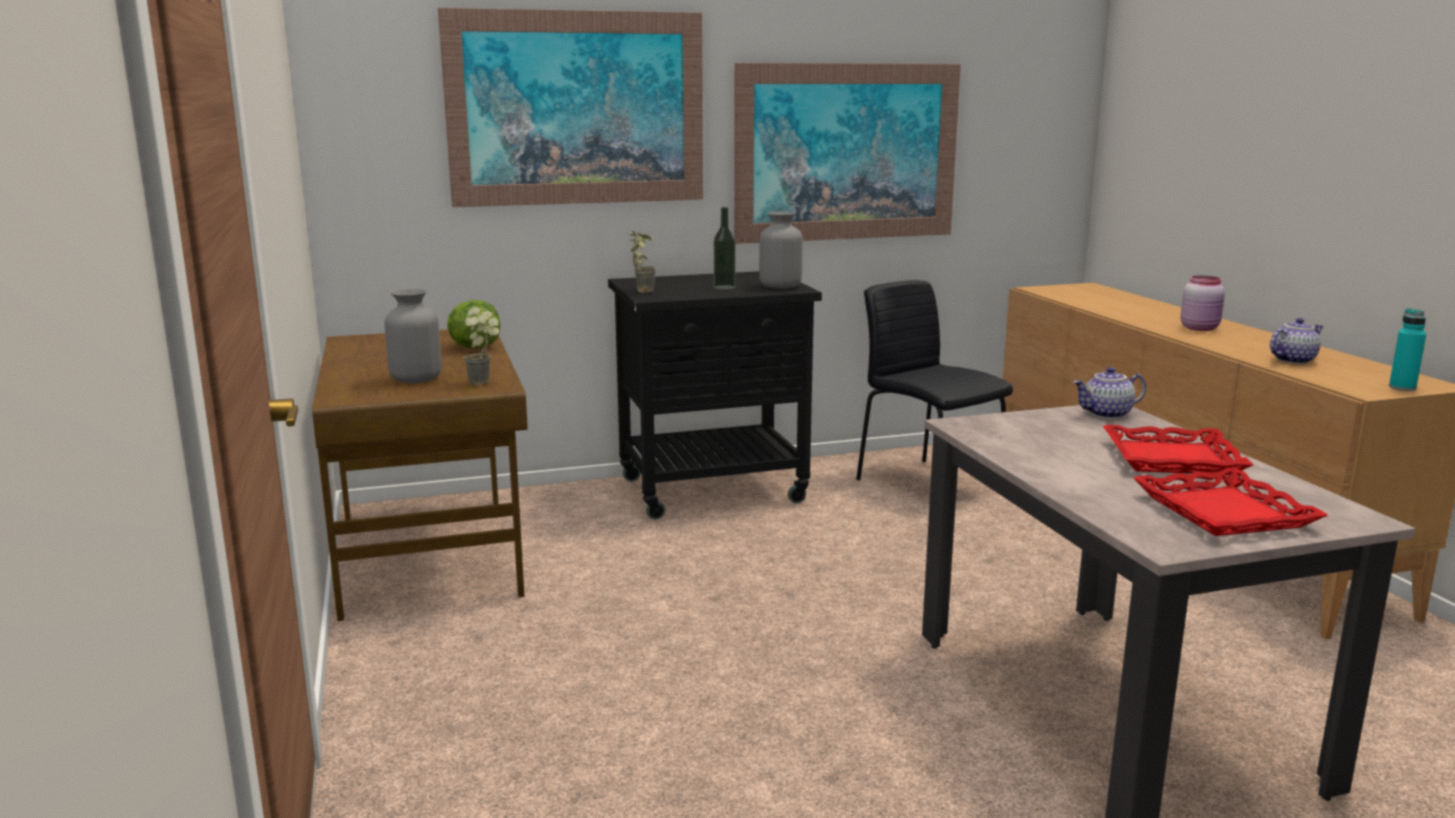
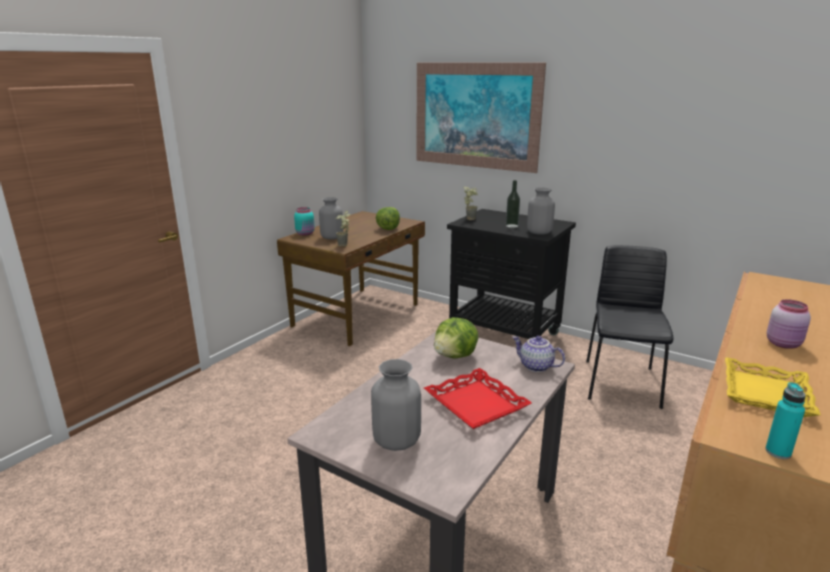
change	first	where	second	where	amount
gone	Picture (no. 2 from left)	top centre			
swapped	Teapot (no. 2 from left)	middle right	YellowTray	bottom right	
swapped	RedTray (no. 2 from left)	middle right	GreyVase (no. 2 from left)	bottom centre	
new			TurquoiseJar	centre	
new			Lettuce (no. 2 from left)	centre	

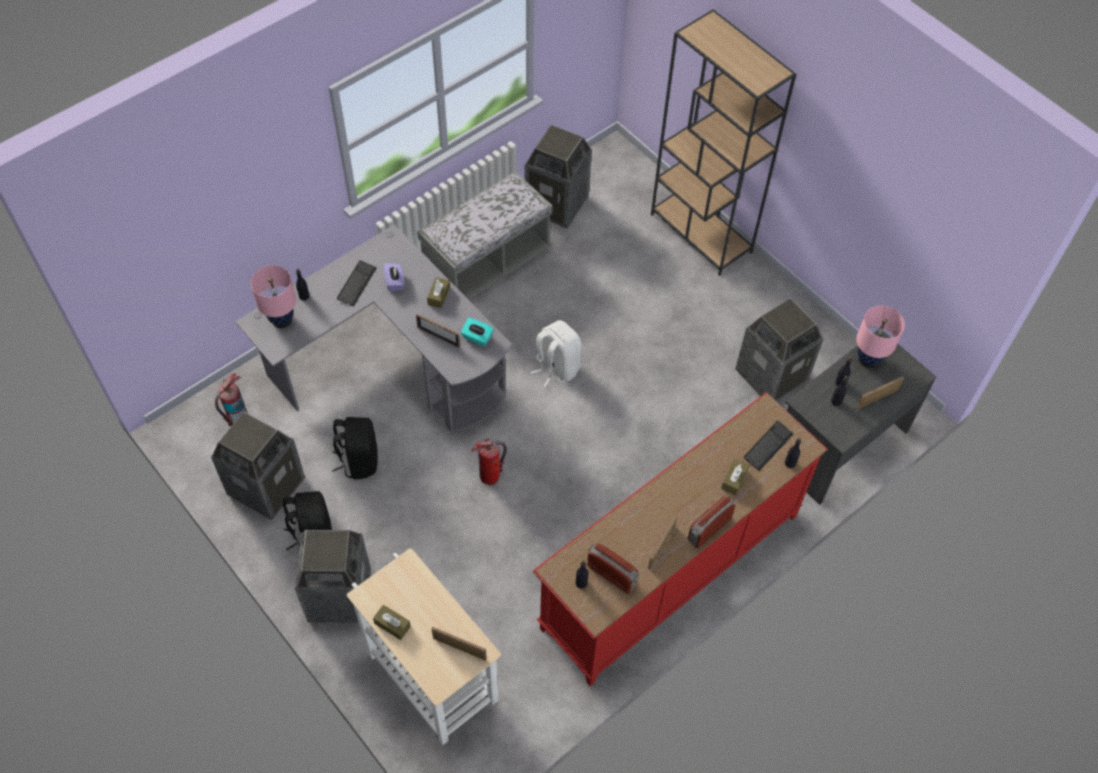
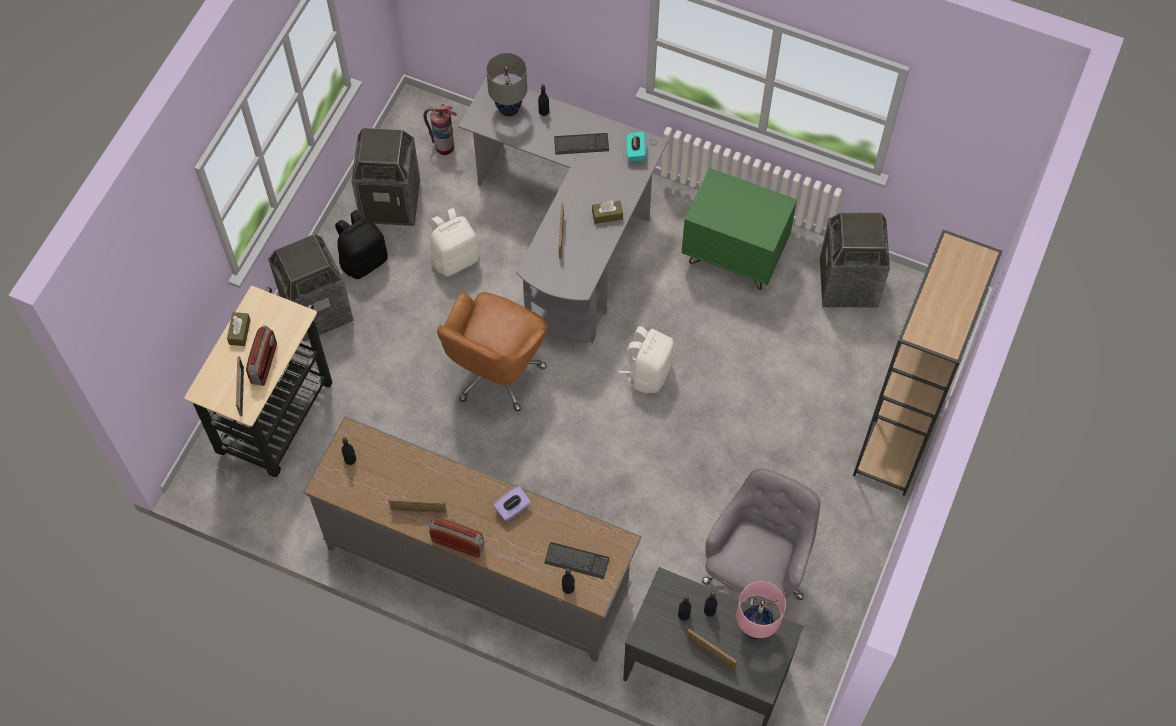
change	first	where	second	where	amount
swapped	GreyBench	top centre	GreenNightstand	top centre	
shifted	PurpleTissueBox	centre		bottom centre	
repainted	PinkTableLamp (no. 1 from left)	middle left	GreyTableLamp	top centre	
swapped	TrashCan (no. 4 from left)	middle right	GreyOfficeChair	bottom centre	
shifted	TurquoiseTissueBox	centre		top centre	
repainted	RedCabinet	bottom centre	GreyCabinet	bottom centre	
repainted	BlackBackpack (no. 2 from left)	middle left	WhiteBackpack (no. 1 from left)	centre	
swapped	FireExtinguisher (no. 2 from left)	centre	BrownOfficeChair	centre	
gone	BrownTissueBox (no. 3 from left)	middle right			
shifted	Radio (no. 1 from left)	bottom centre		middle left	
repainted	WhiteCart	bottom centre	BlackCart	middle left	

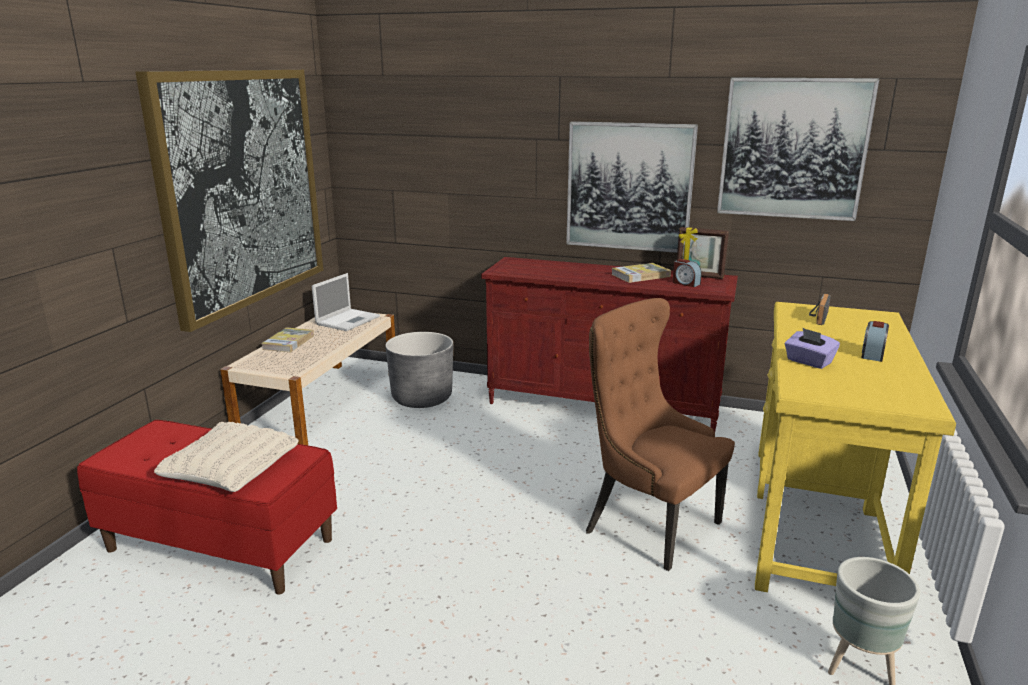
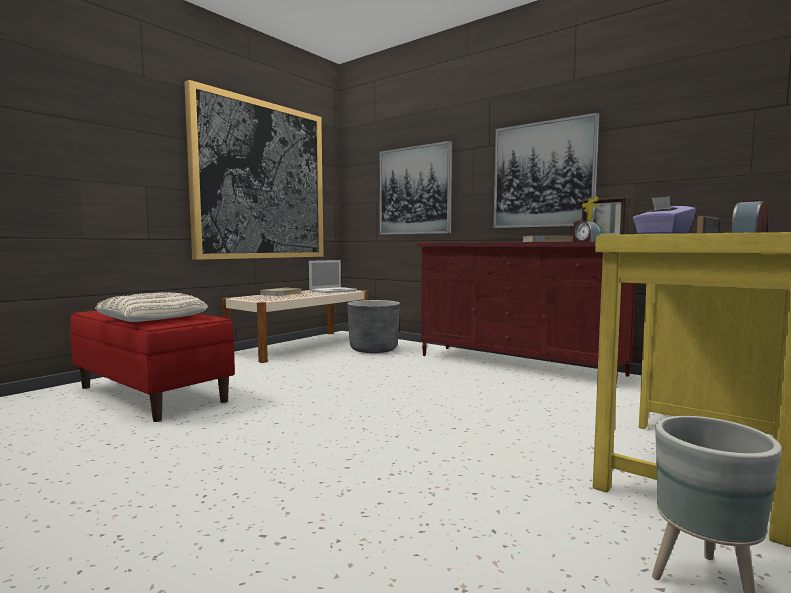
change	first	where	second	where	amount
shifted	Picture (no. 3 from left in the first image)	top right	Picture (no. 2 from left)	top centre	
gone	BrownChair	centre			

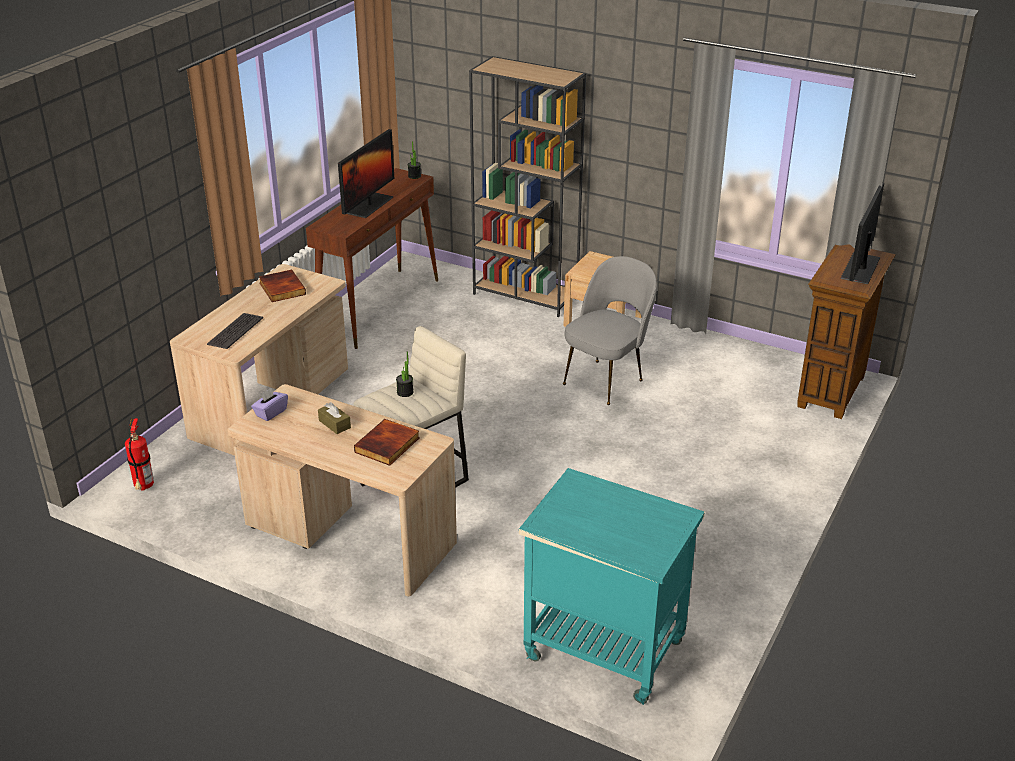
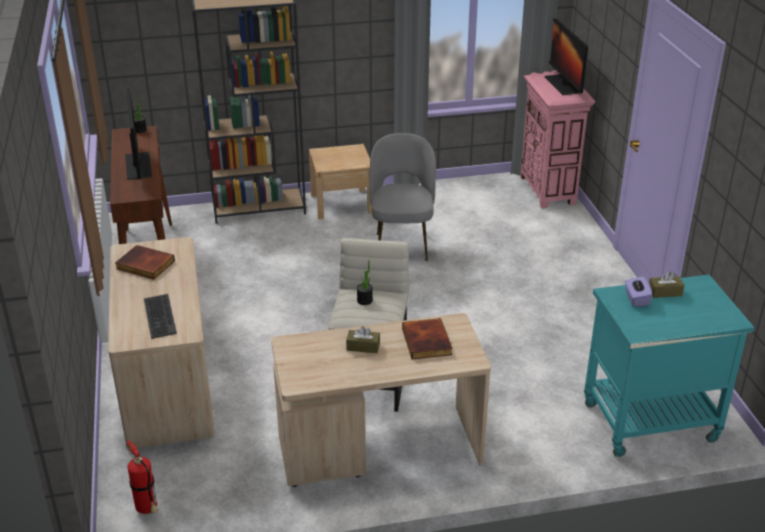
change	first	where	second	where	amount
repainted	BrownCabinet	middle right	PinkCabinet	top right	
shifted	PurpleTissueBox	middle left		middle right	
new			BrownTissueBox (no. 2 from left)	middle right	

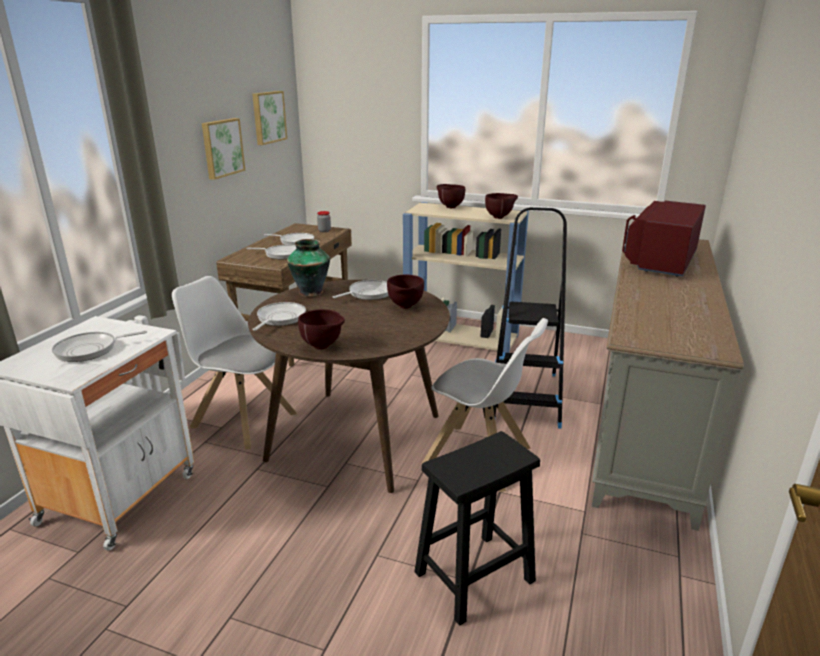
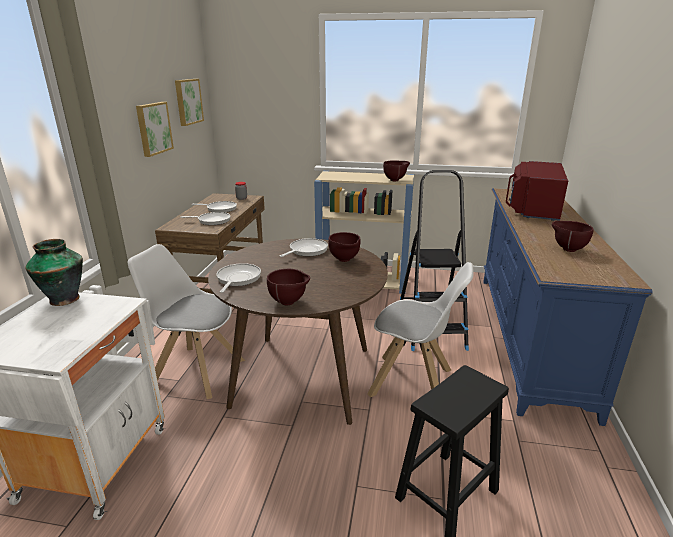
change	first	where	second	where	amount
shifted	BrownBowl (no. 3 from left in the first image)	top centre	BrownBowl (no. 4 from left)	middle right	
shifted	Vase	centre		middle left	
repainted	GreyCabinet	middle right	BlueCabinet	middle right	
gone	FryingPan (no. 1 from left)	middle left			

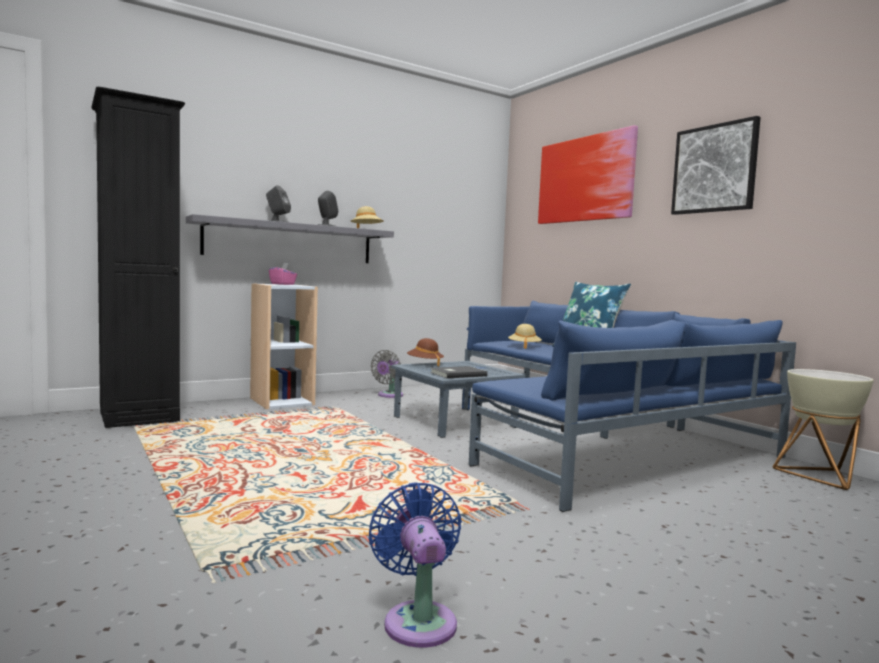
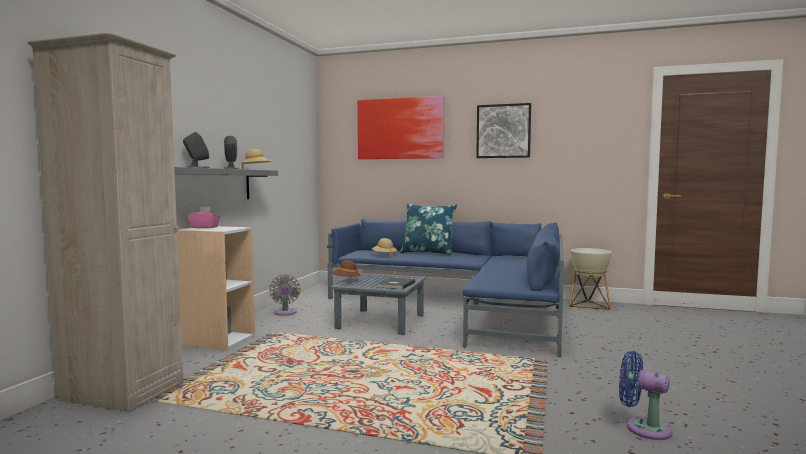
change	first	where	second	where	amount
repainted	BlackCabinet	middle left	BeigeCabinet	middle left	

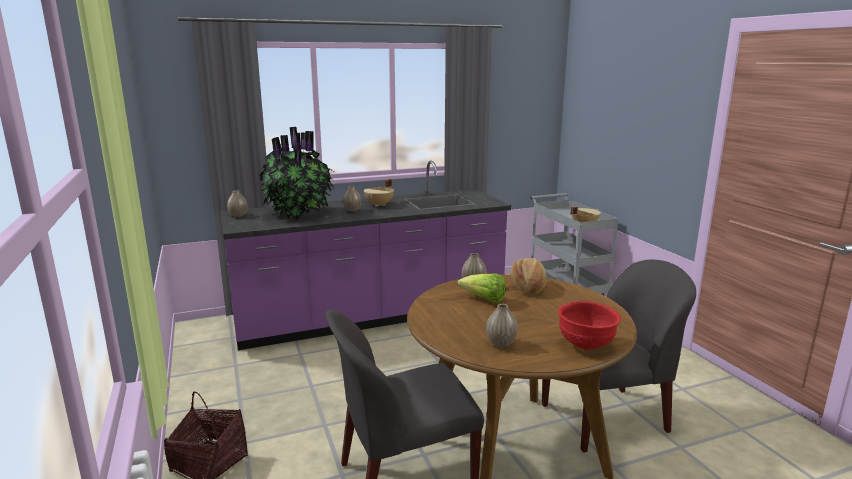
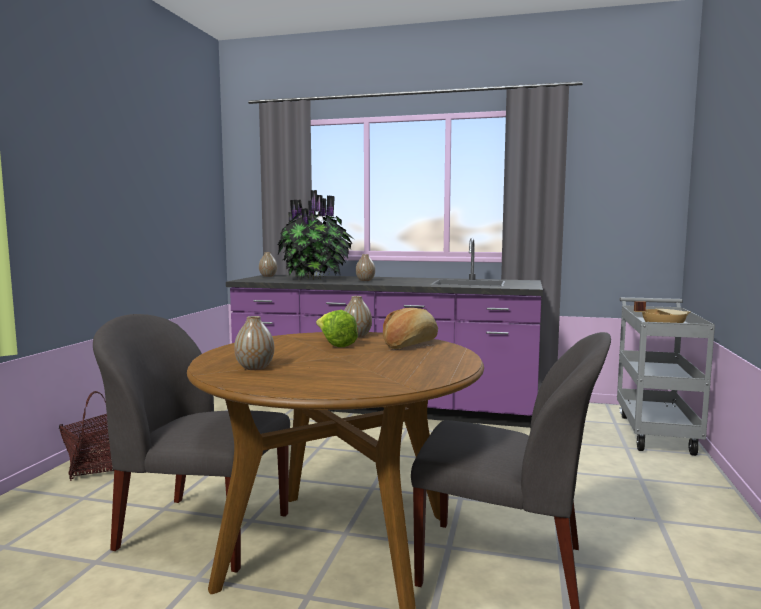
change	first	where	second	where	amount
gone	BeigeCookingPot (no. 1 from left)	centre			
gone	RedBowl	bottom right			

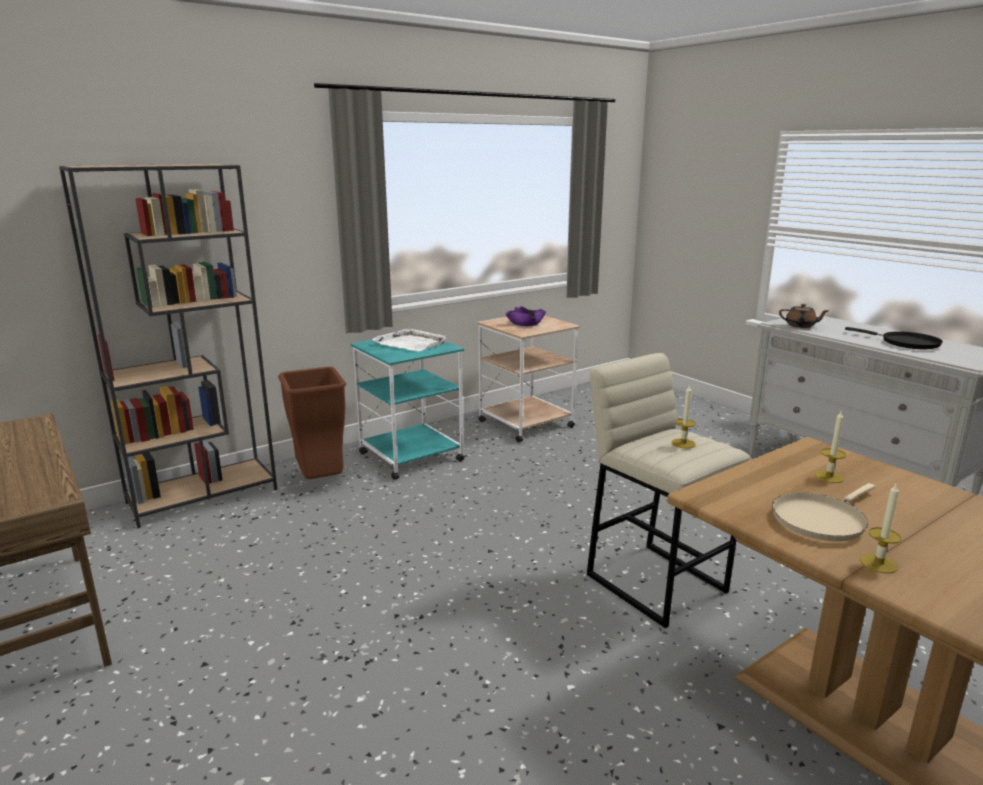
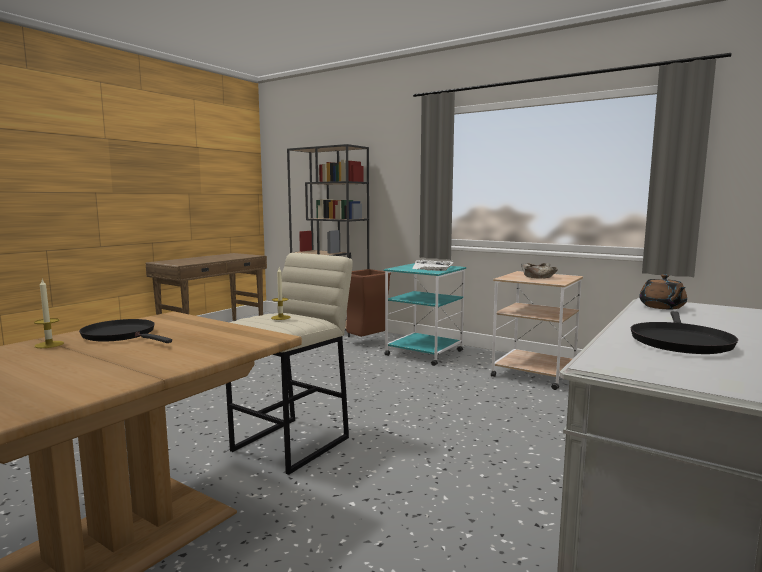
change	first	where	second	where	amount
repainted	PurpleBowl	centre	BeigeBowl	middle right	
gone	Candle (no. 2 from left)	middle right			
repainted	BeigeFryingPan	middle right	BlackFryingPan (no. 1 from left)	middle left	

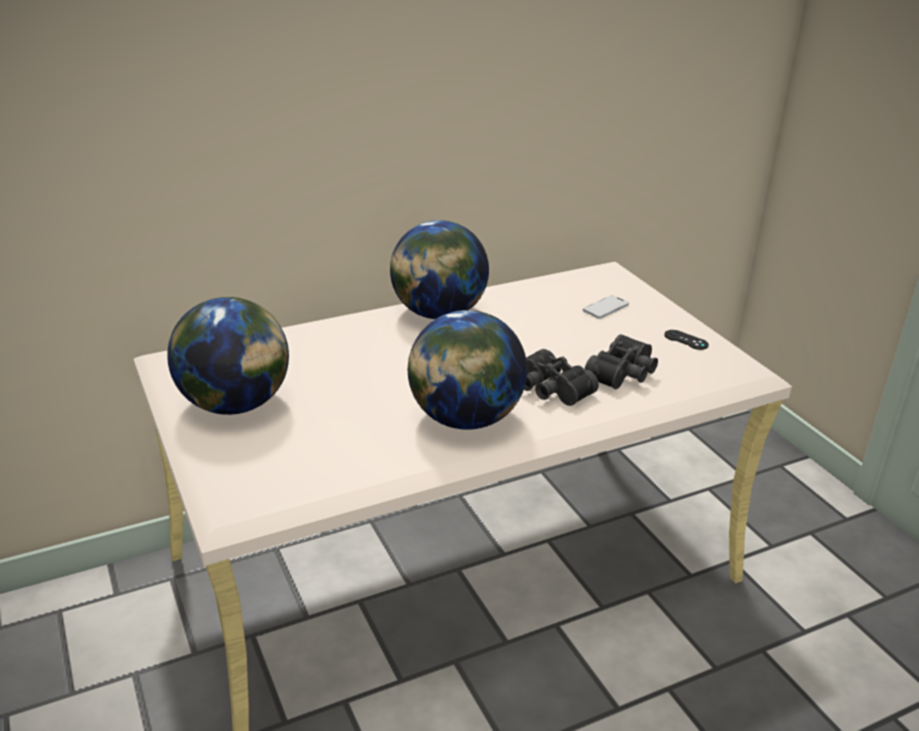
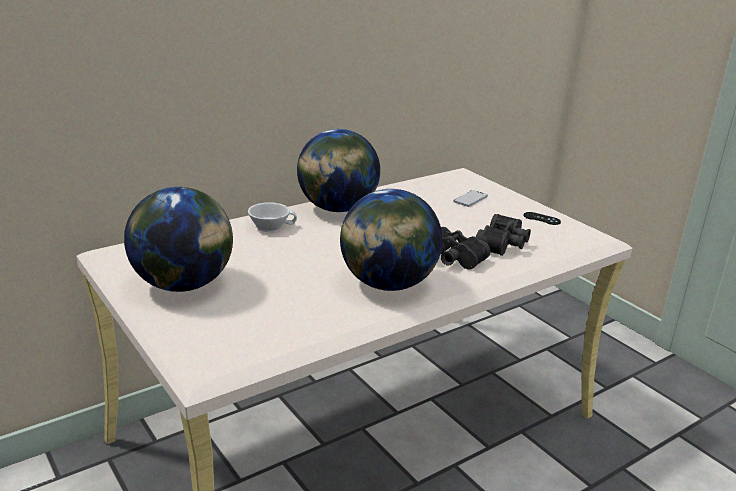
change	first	where	second	where	amount
new			WhiteCup	centre	

